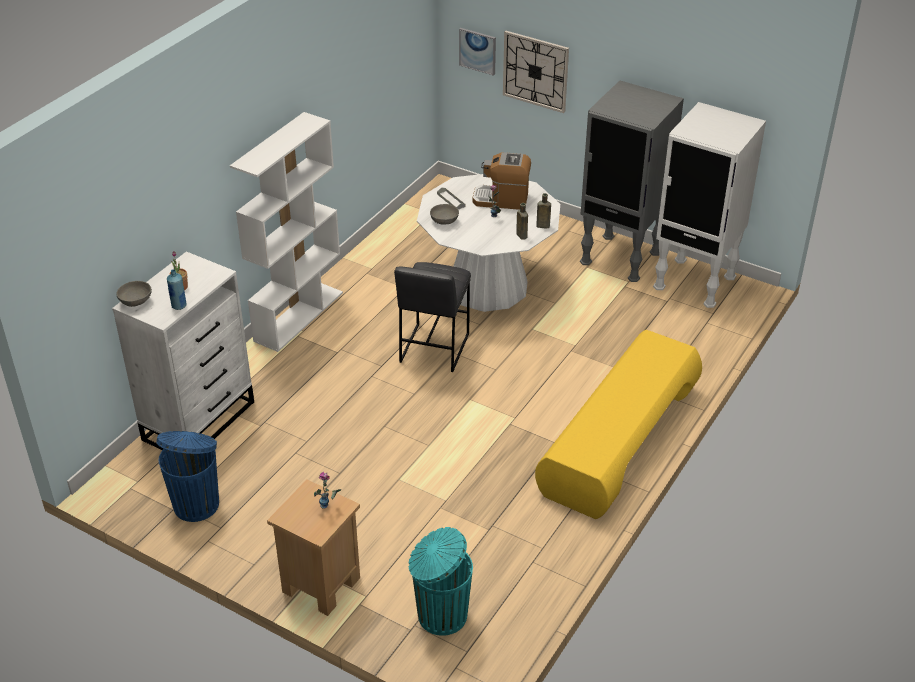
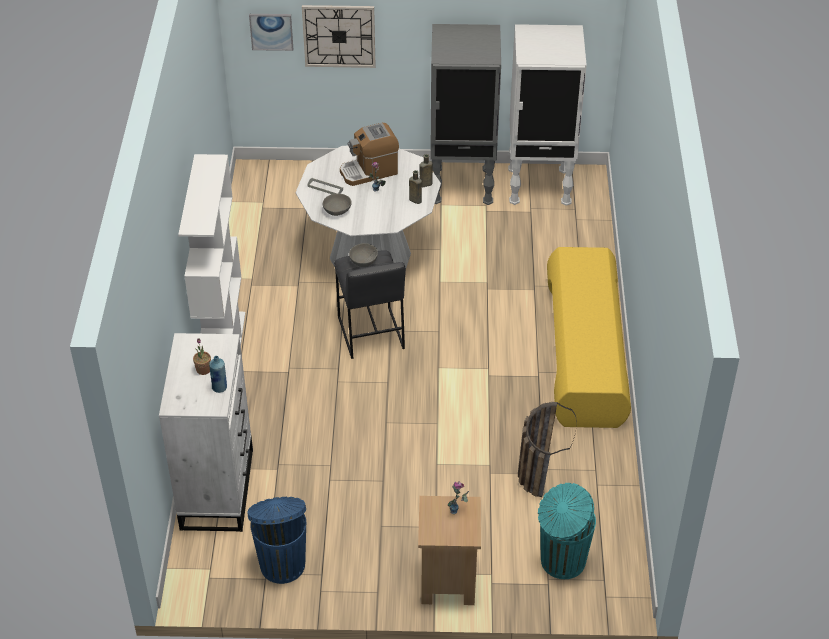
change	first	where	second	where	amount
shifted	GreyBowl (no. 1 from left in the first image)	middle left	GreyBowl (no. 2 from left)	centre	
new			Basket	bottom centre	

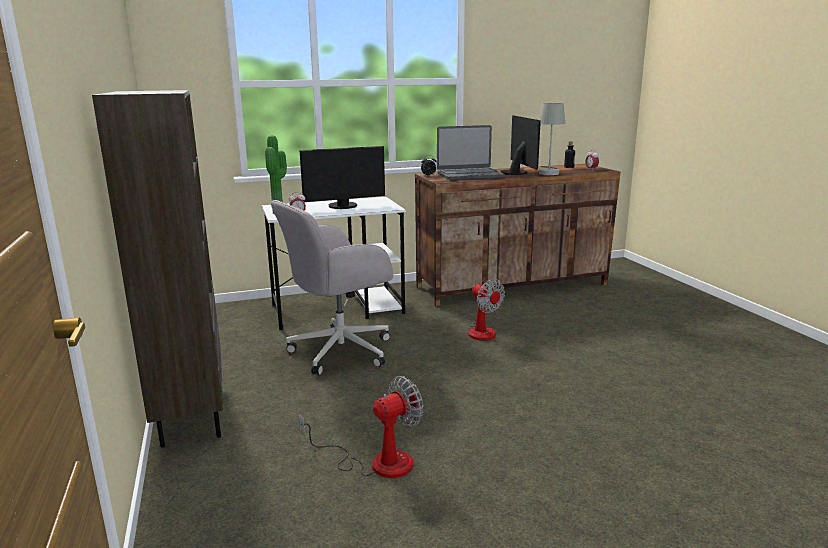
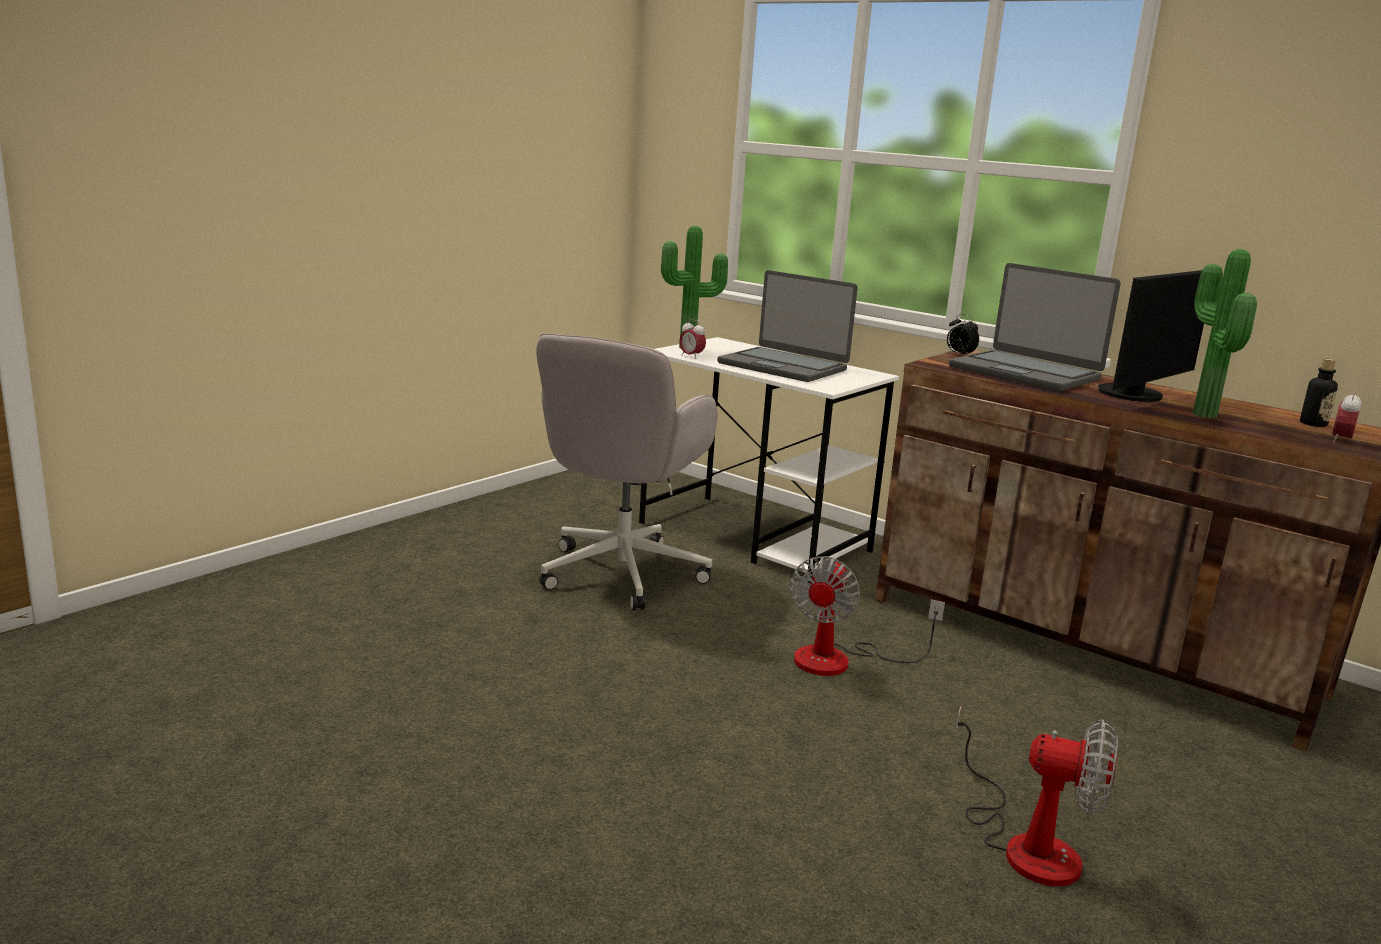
change	first	where	second	where	amount
gone	BrownBookcase	middle left			
swapped	GreyTableLamp	top right	PottedPlant (no. 2 from left)	middle right	
swapped	Monitor (no. 1 from left)	top centre	Laptop (no. 1 from left)	centre	
rotated	GreyOfficeChair	centre		centre	90 degrees counterclockwise
shifted	Fan (no. 1 from left in the first image)	bottom centre	Fan (no. 2 from left)	bottom right	

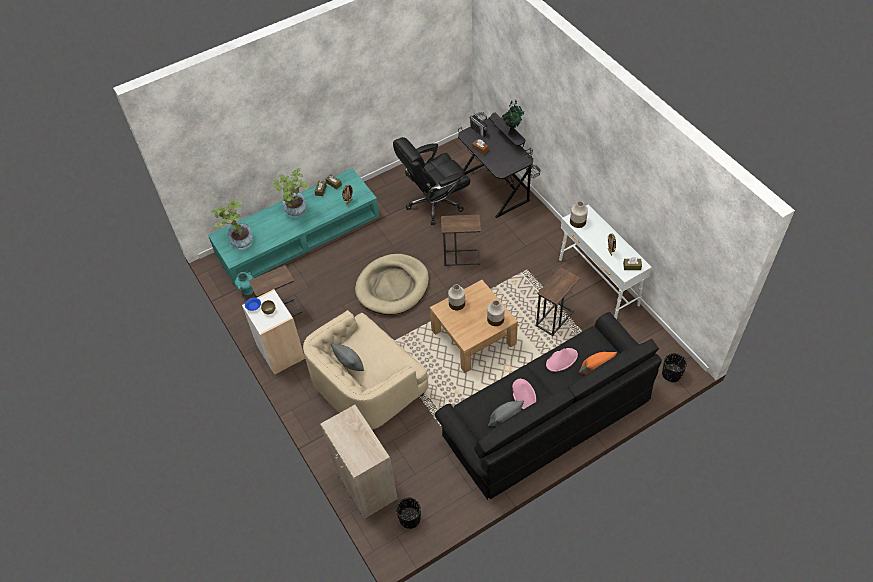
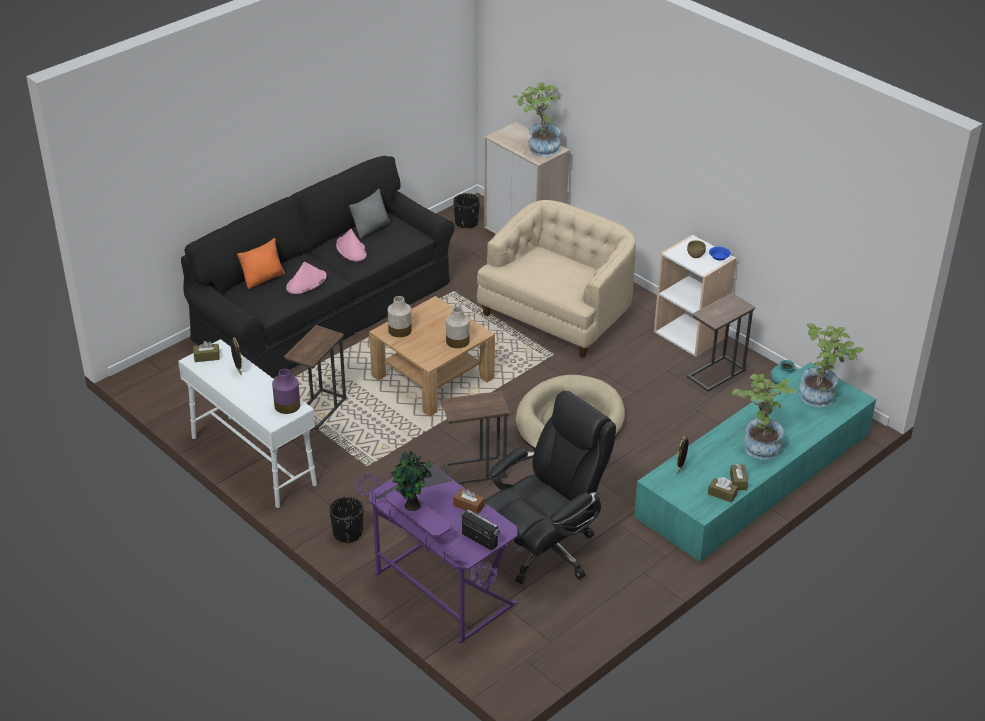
change	first	where	second	where	amount
repainted	BlackDesk	top centre	PurpleDesk	bottom centre	
repainted	BeigeVase (no. 3 from left)	centre	PurpleVase	middle left	
gone	GreyPillow (no. 1 from left)	centre			
shifted	BlackPlanter (no. 2 from left in the first image)	middle right	BlackPlanter (no. 1 from left)	bottom centre	
new			PottedPlant (no. 2 from left)	top centre	

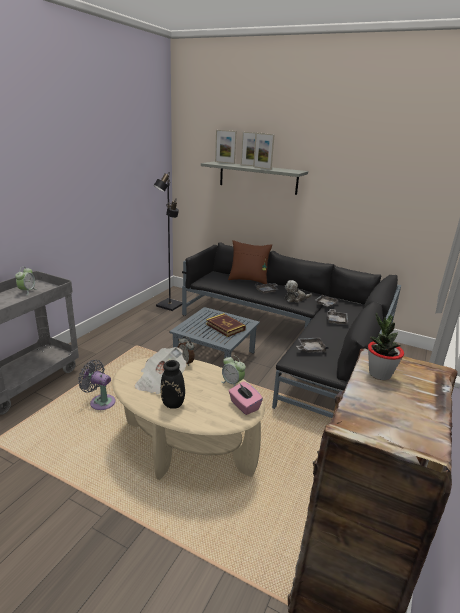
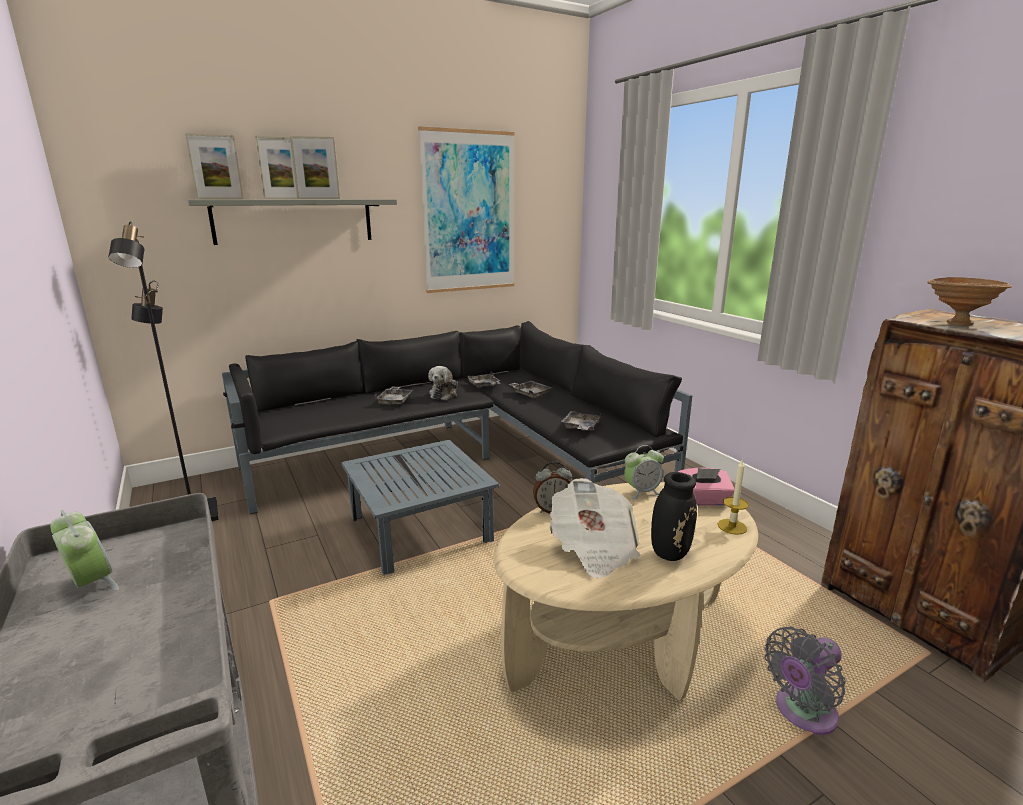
change	first	where	second	where	amount
gone	BrownPillow	centre			
gone	Book	centre			
swapped	PottedPlant	middle right	BrownBowl	middle right	
shifted	GreyFan	middle left		bottom right	
new			Picture	top centre	
new			Candle	middle right	

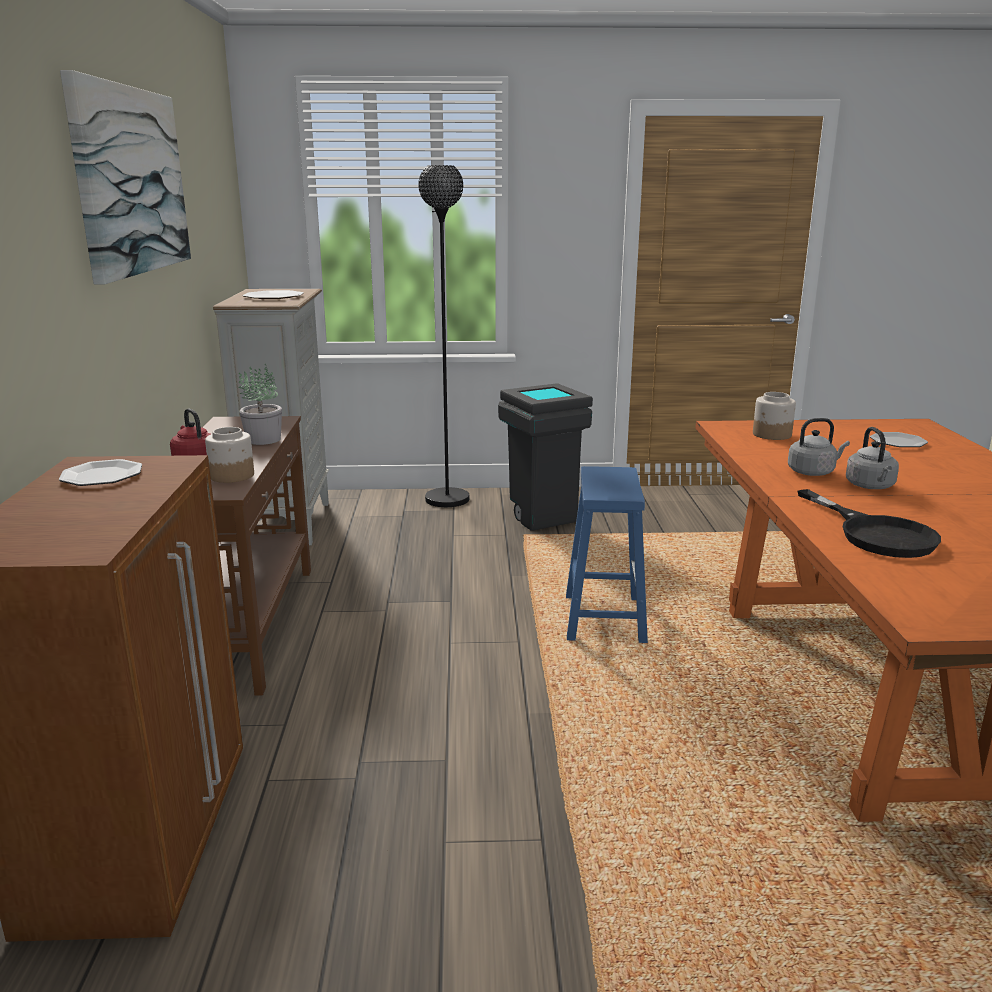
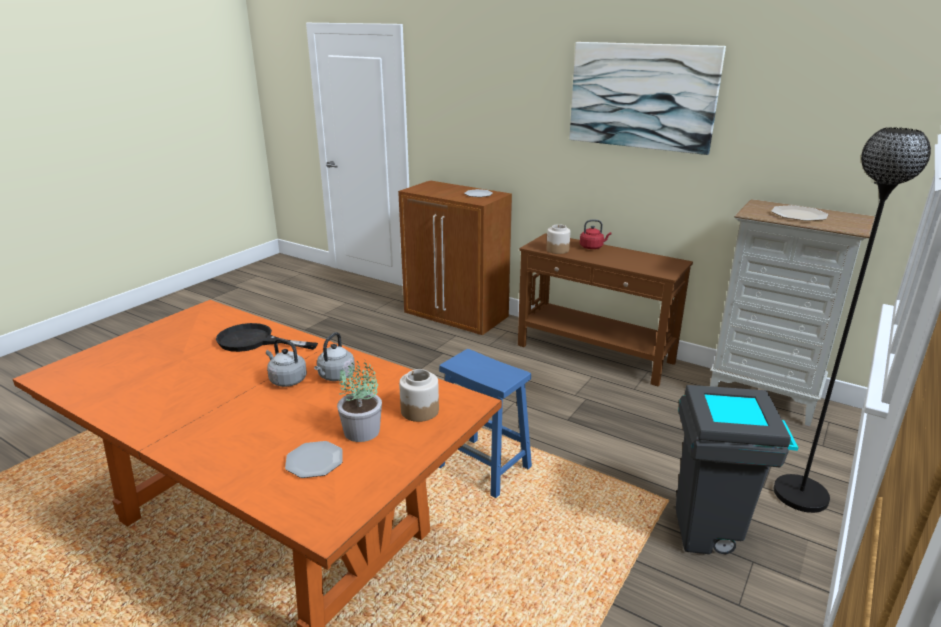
change	first	where	second	where	amount
shifted	PottedPlant	middle left		centre	

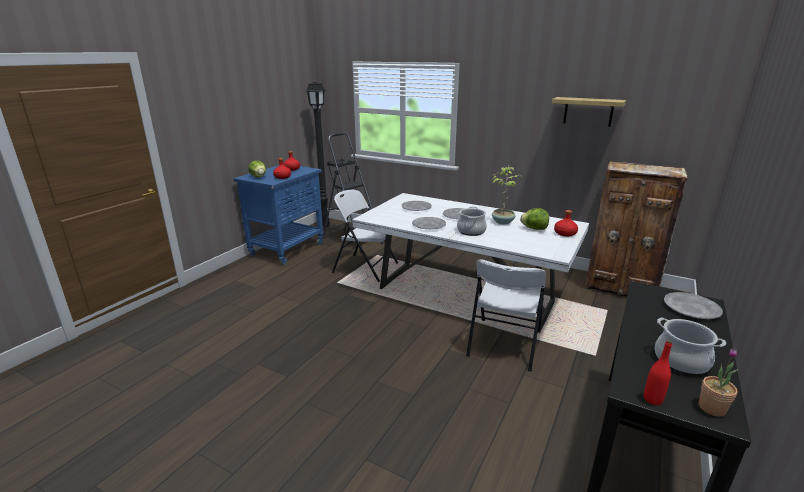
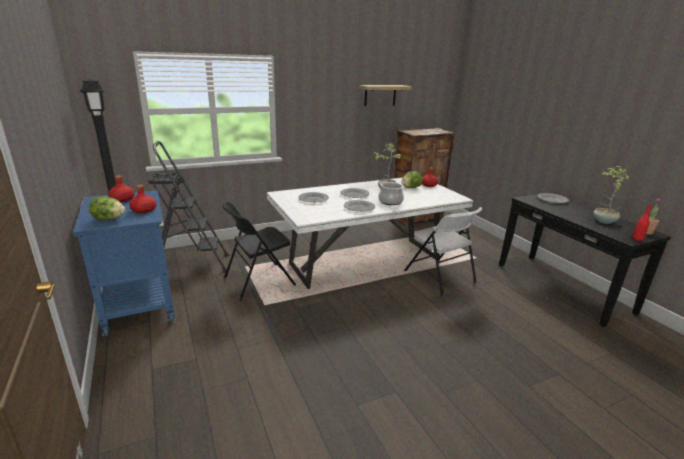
change	first	where	second	where	amount
repainted	WhiteChair (no. 1 from left)	centre	BlackChair	centre	
swapped	CookingPot (no. 2 from left)	bottom right	PottedPlant (no. 2 from left)	middle right	

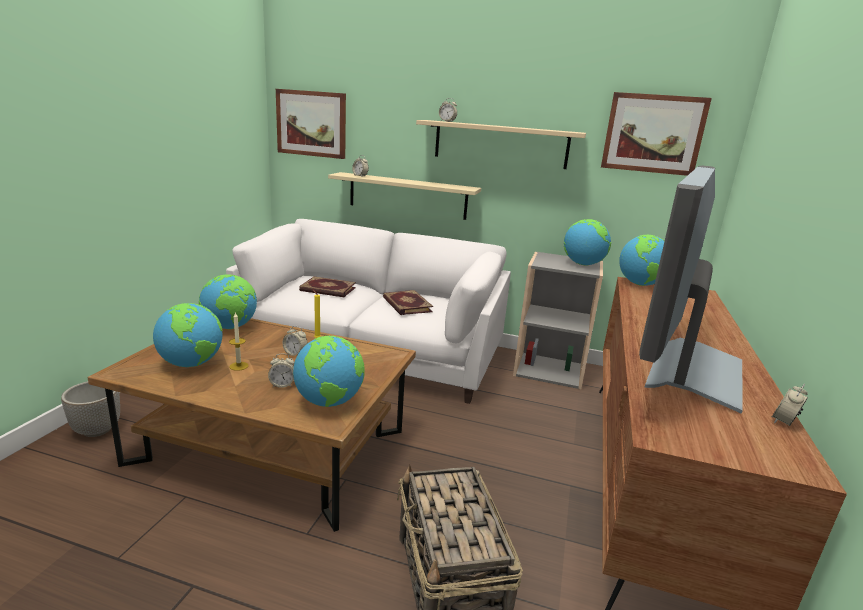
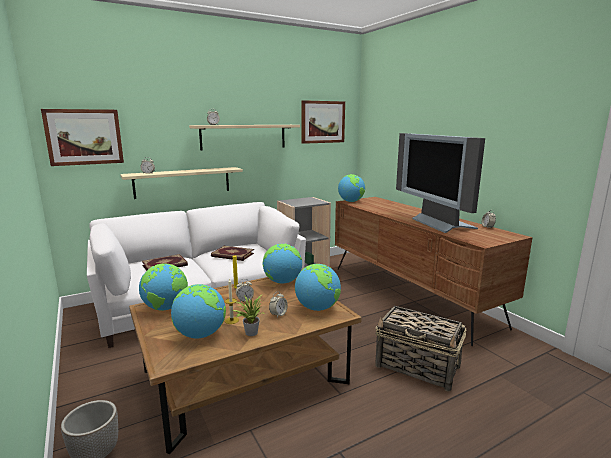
change	first	where	second	where	amount
shifted	Globe (no. 4 from left in the first image)	middle right	Globe (no. 3 from left)	centre	
new			PottedPlant	bottom centre	

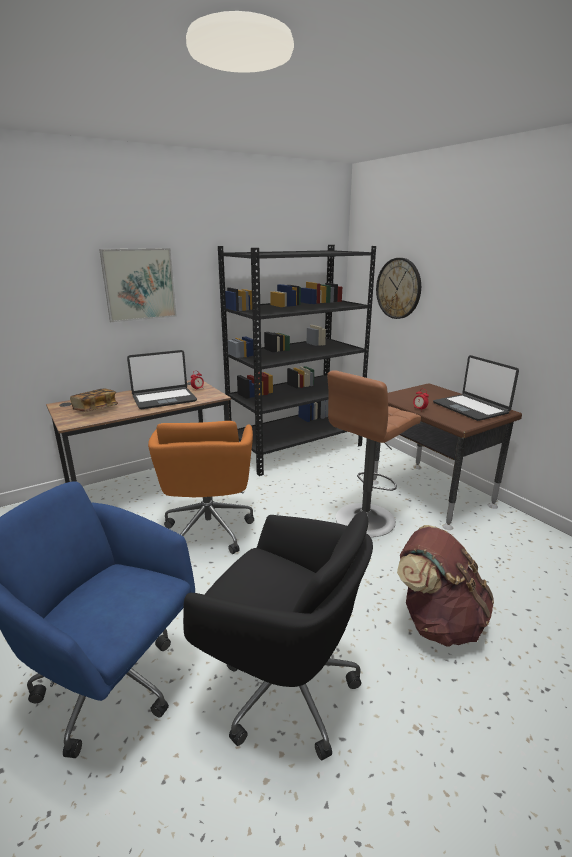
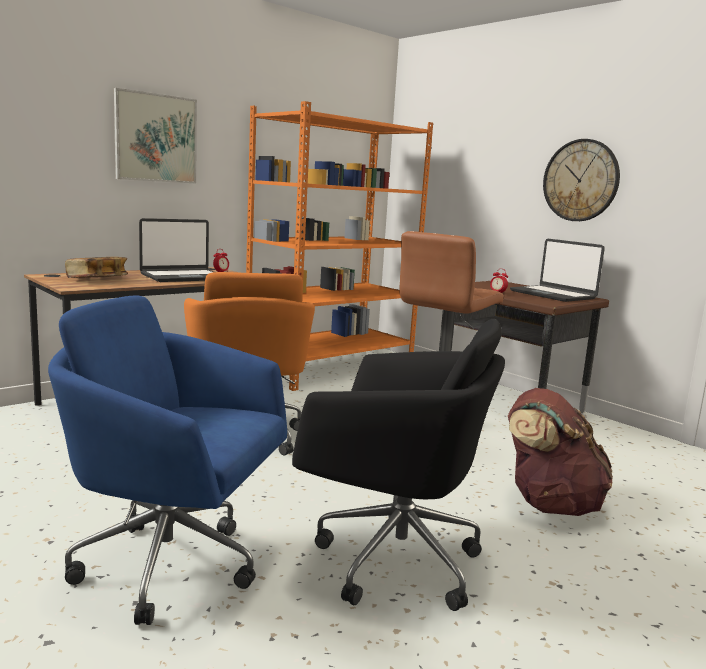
change	first	where	second	where	amount
repainted	BlackBookcase	centre	OrangeBookcase	centre	
shifted	WallClock	middle right		top right	

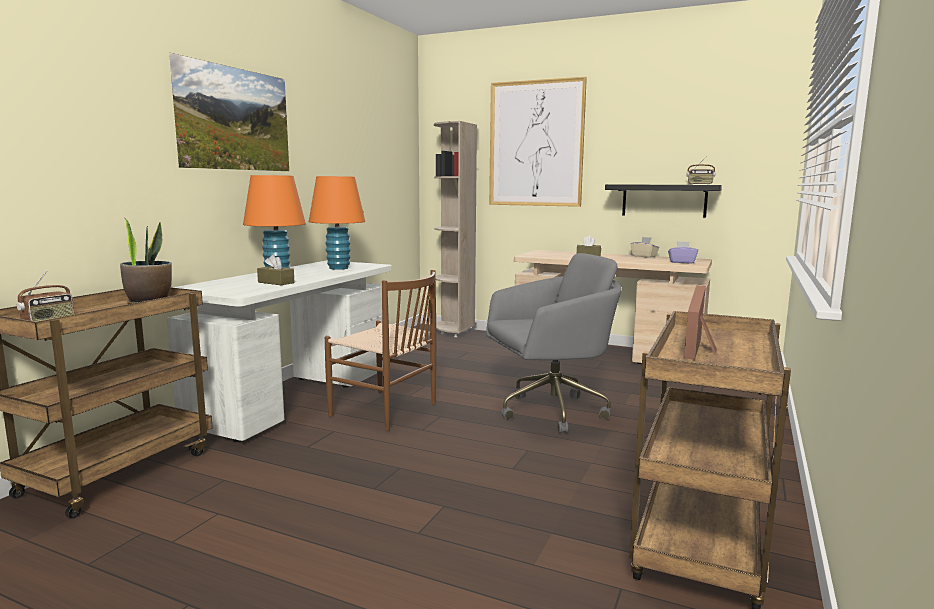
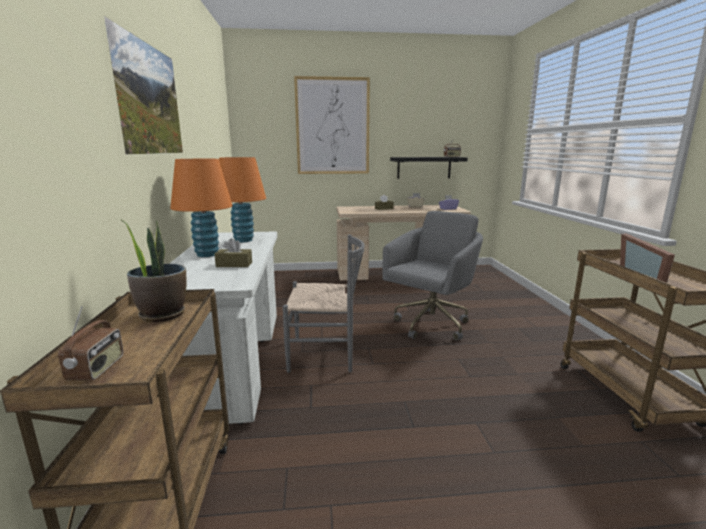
change	first	where	second	where	amount
gone	BeigeBookcase	centre			
repainted	BrownChair	centre	GreyChair	centre	

